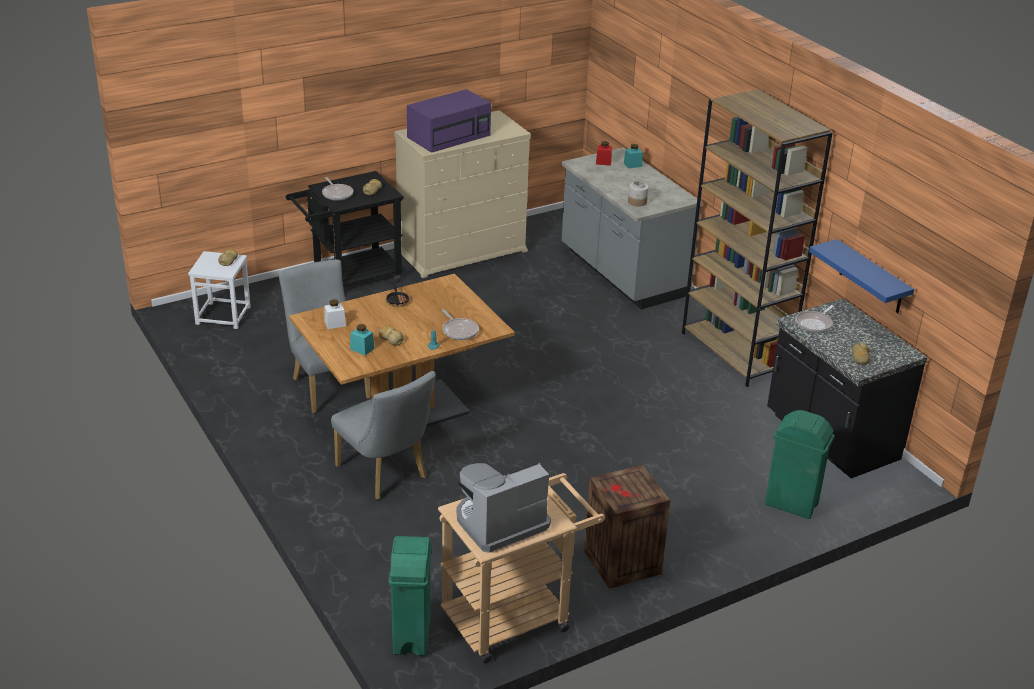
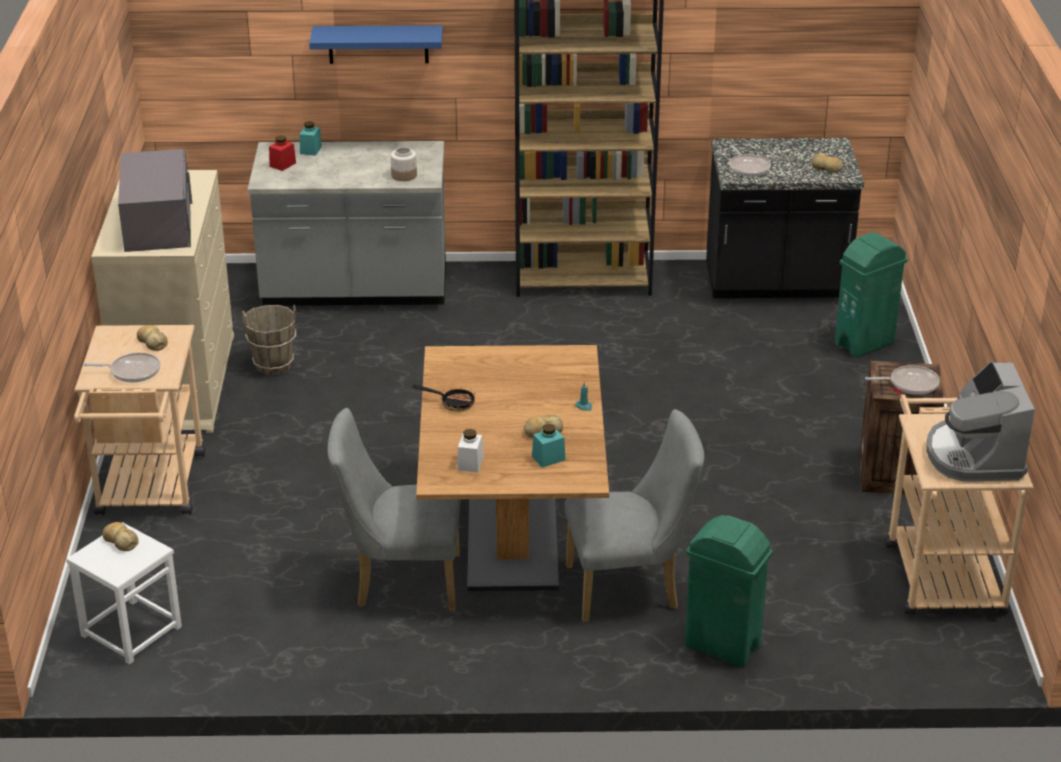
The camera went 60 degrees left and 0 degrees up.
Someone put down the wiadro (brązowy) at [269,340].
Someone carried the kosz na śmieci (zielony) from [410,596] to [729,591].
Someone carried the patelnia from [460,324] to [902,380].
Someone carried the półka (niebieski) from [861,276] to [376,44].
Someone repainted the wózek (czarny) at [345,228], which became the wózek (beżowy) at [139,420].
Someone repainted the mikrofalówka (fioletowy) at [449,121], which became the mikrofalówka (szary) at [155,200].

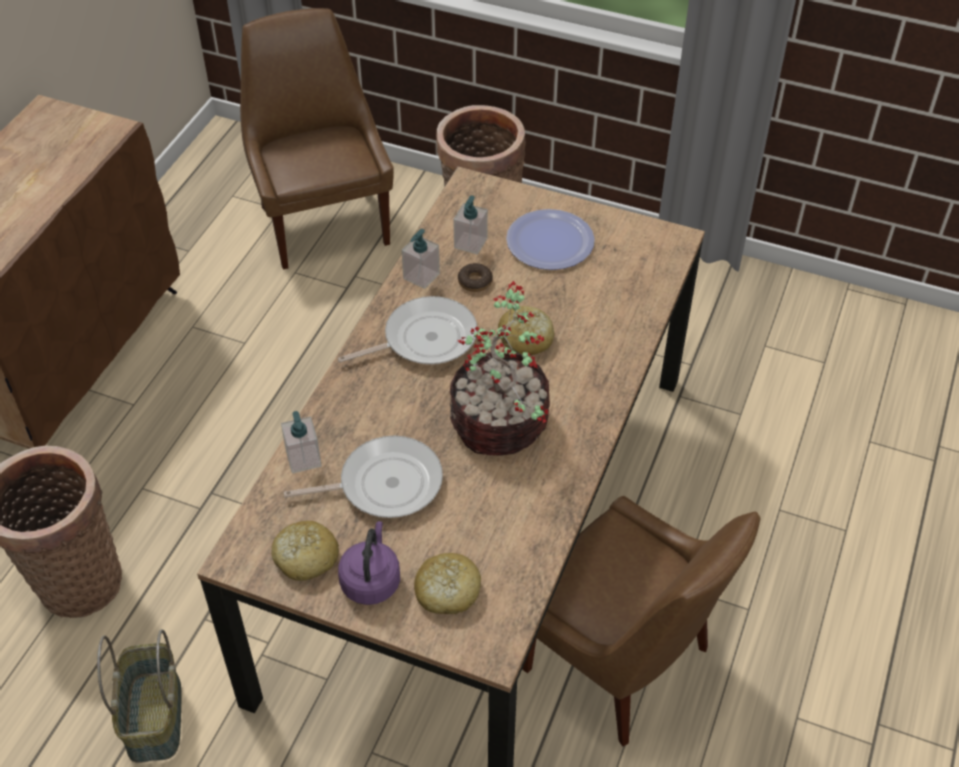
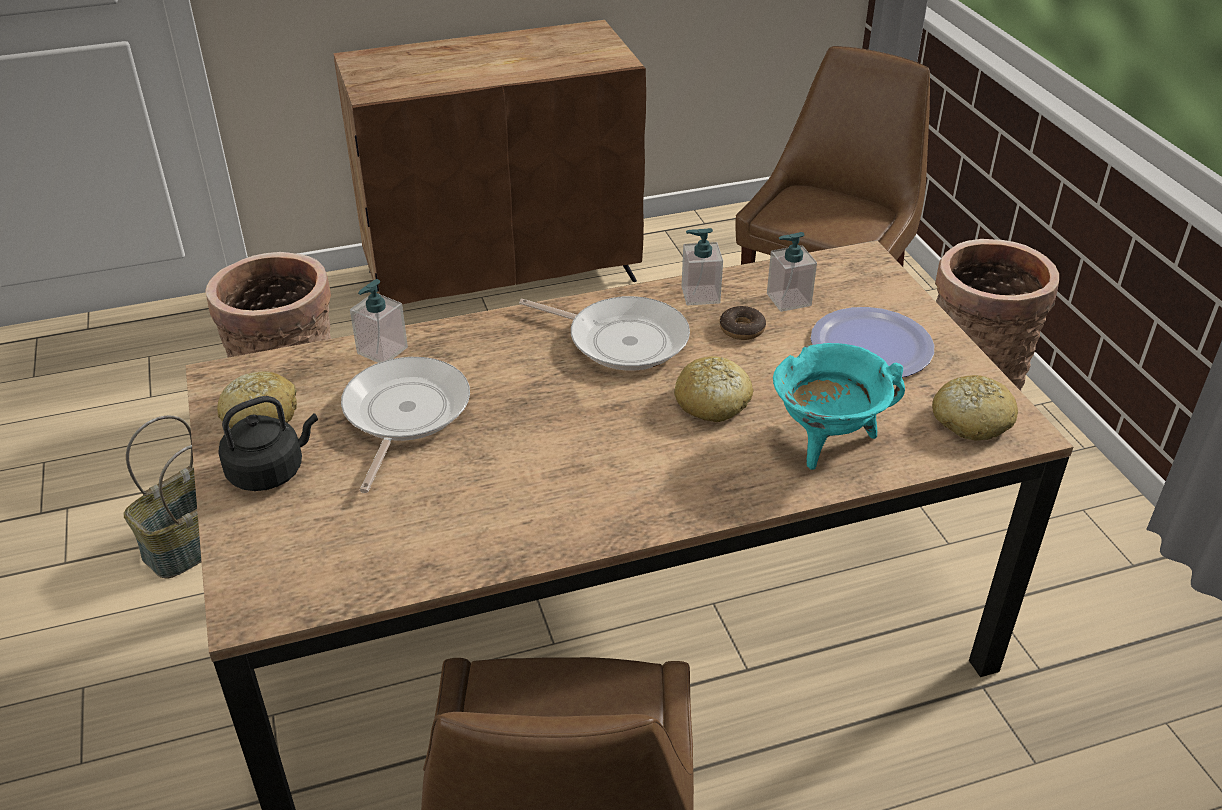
The camera went 50 degrees right and 10 degrees down.
Someone took away the roślina doniczkowa at [500,368].
Someone put down the garnek (turkusowy) at [839,406].
Someone carried the chleb from [447,583] to [975,408].
Someone repainted the czajnik (fioletowy) at [369,563], which became the czajnik (czarny) at [268,443].
Someone rotated the patelnia at [363,477] by 120 degrees counterclockwise.

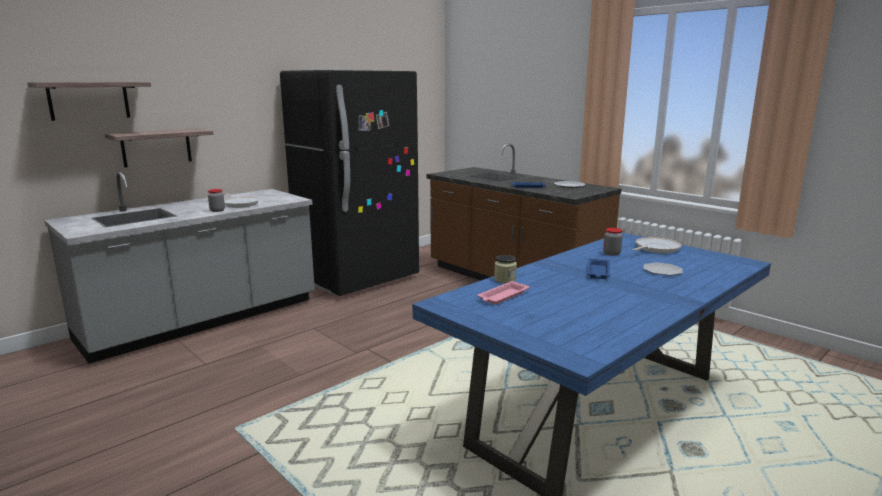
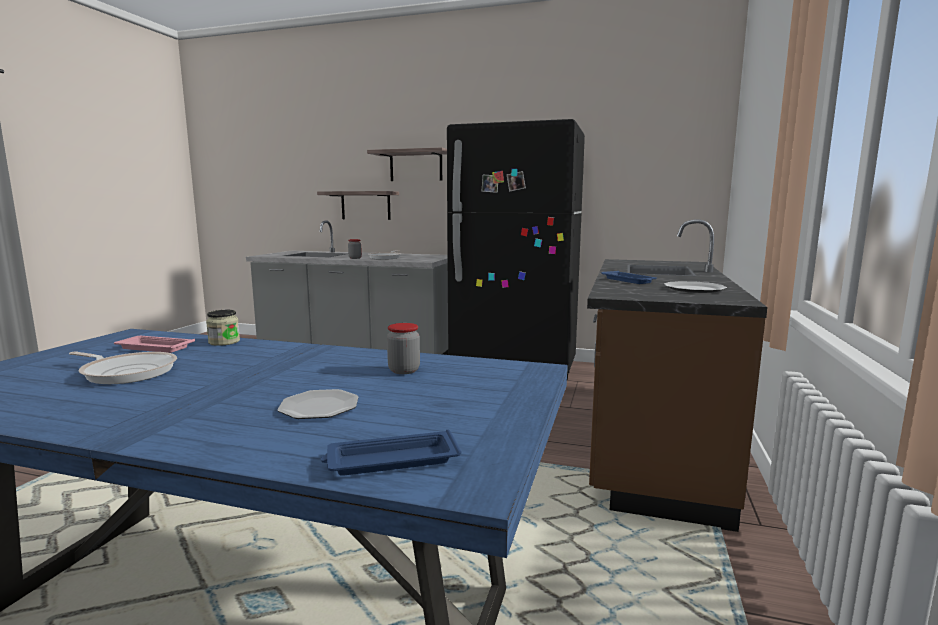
The camera went 60 degrees right and 5 degrees down.
Someone carried the półka from [89,101] to [407,164].
Someone carried the taca (niebieski) from [598,269] to [391,453].
Someone carried the patelnia from [656,245] to [123,367].

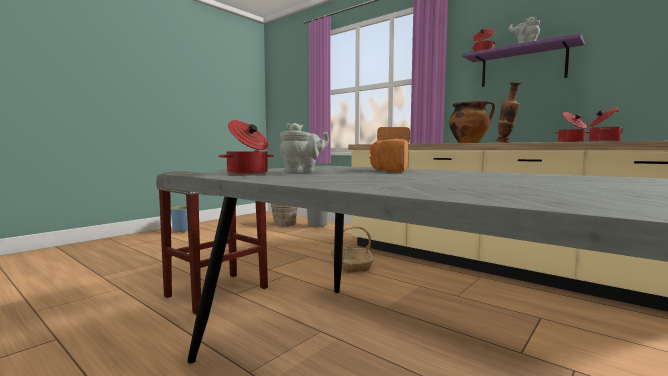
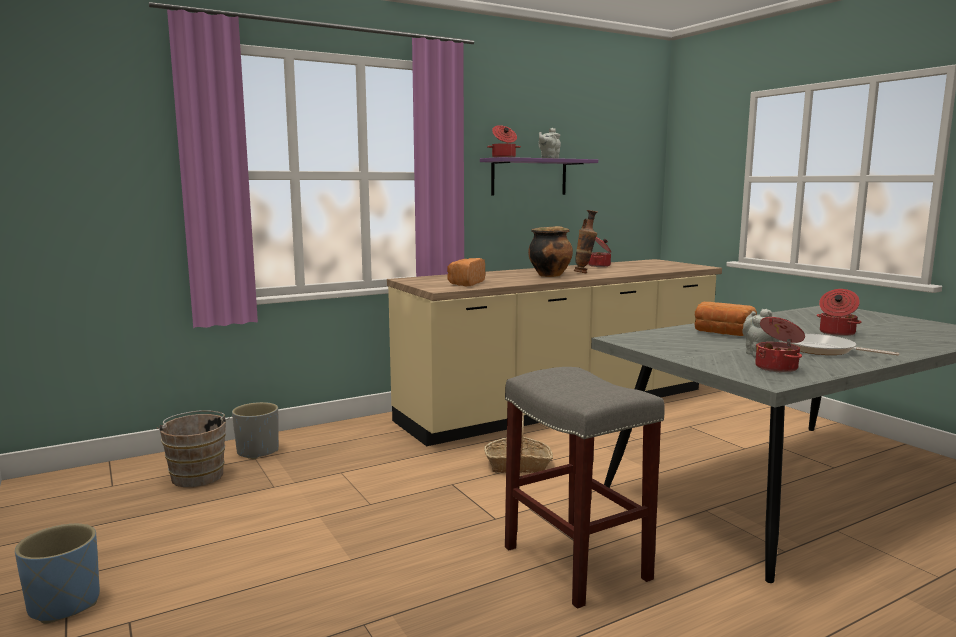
The camera went 70 degrees left and 5 degrees up.
Someone put down the patelnia at [843,344].
Someone carried the garnek from [606,124] to [839,312].

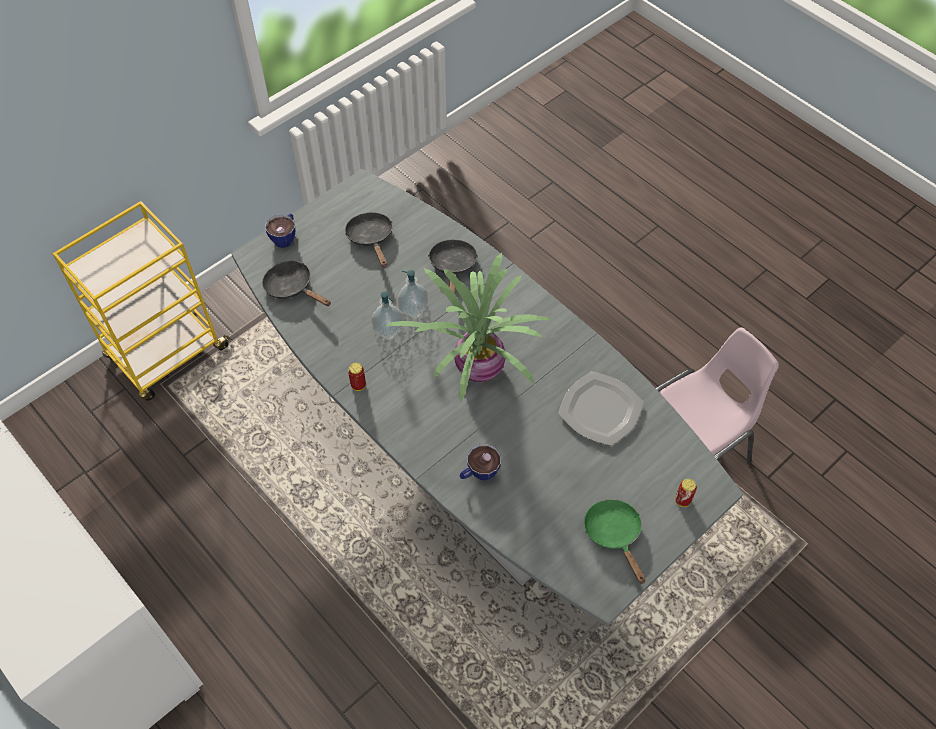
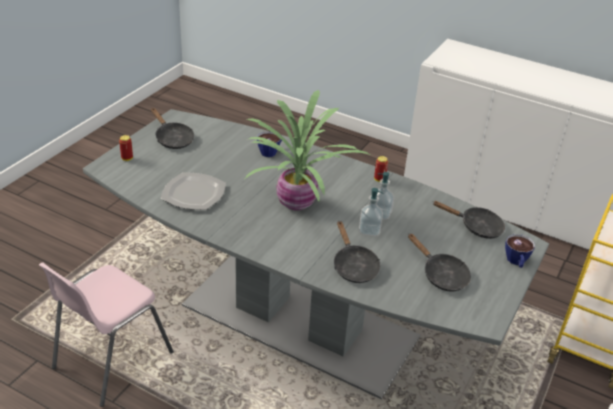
The camera went 160 degrees right and 20 degrees down.
Someone repainted the patelnia (zielony) at [615,541], which became the patelnia (czarny) at [172,128].

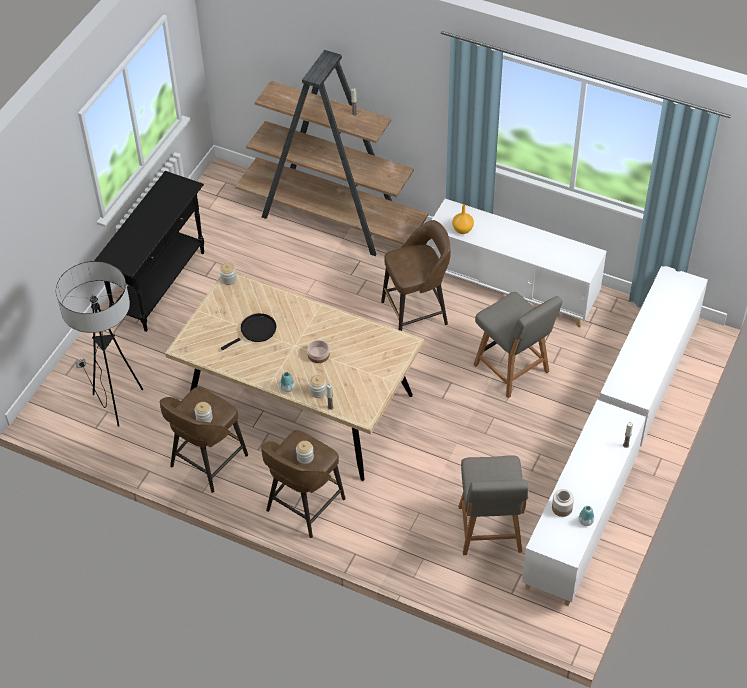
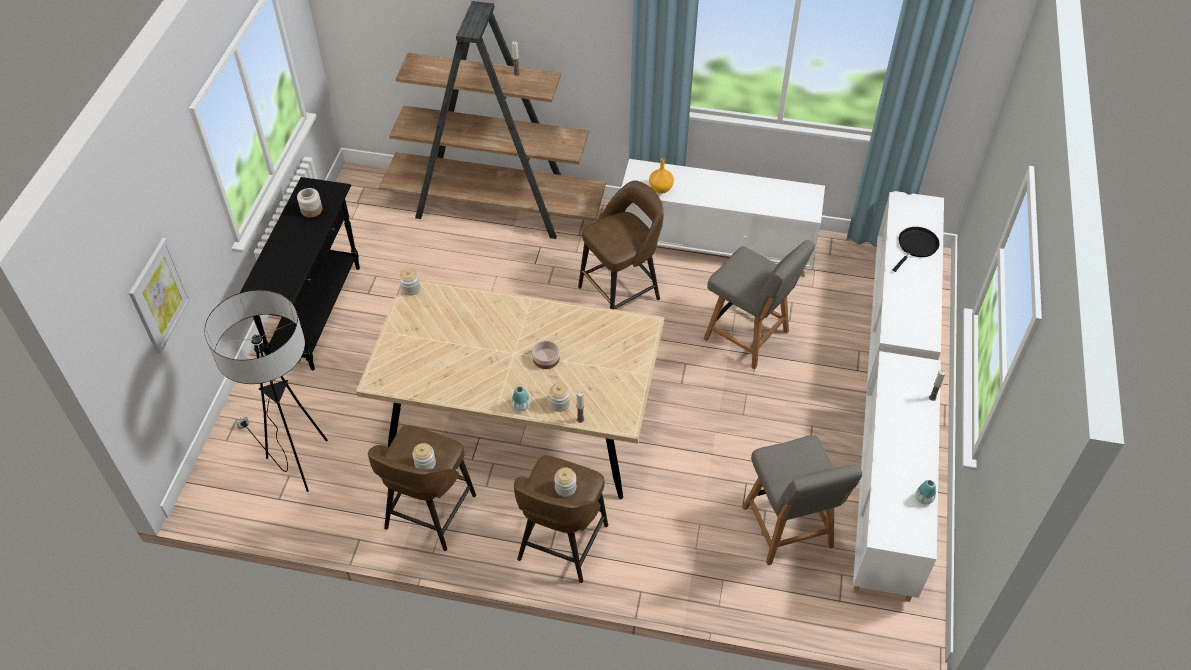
The camera went 15 degrees left and 0 degrees up.
Someone put up the obraz at [160,296].
Someone carried the patelnia (czarny) from [248,331] to [916,249].
Someone carried the słoik from [563,503] to [309,202].

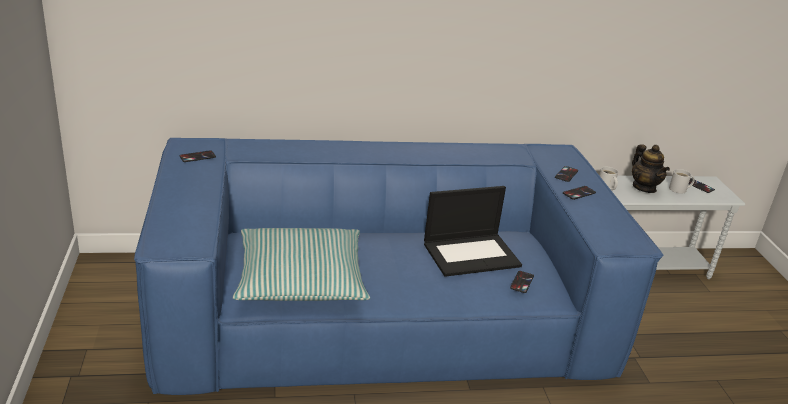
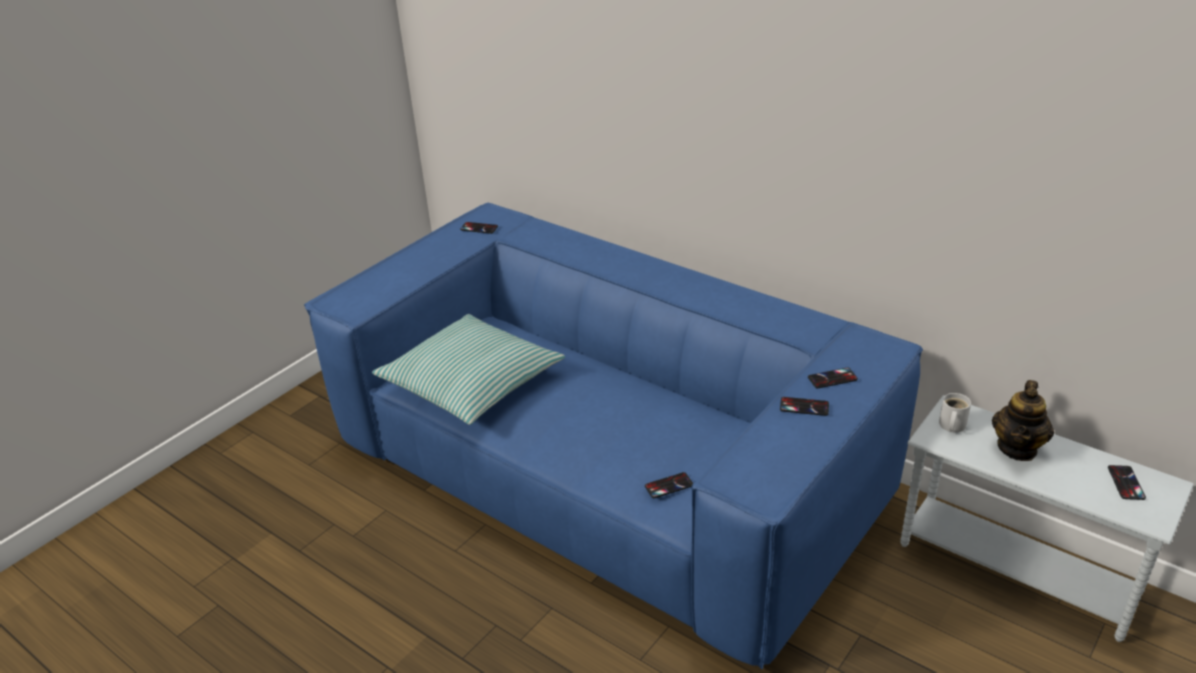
The camera went 50 degrees right and 5 degrees up.
Someone took away the laptop at [473,231].
Someone took away the kubek (biały) at [682,181].

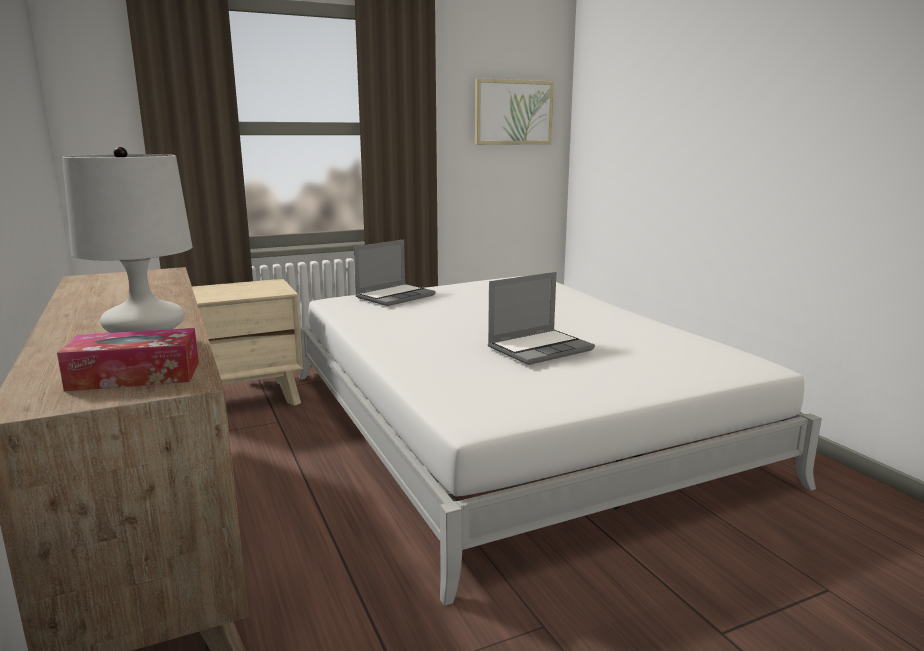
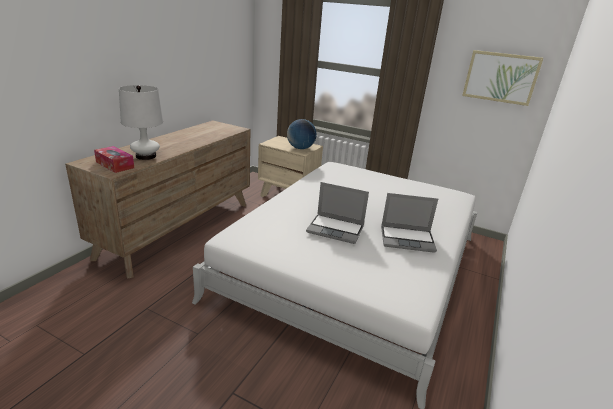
The camera went 50 degrees right and 10 degrees up.
Someone put down the globus at [301,134].
Someone carried the laptop from [395,272] to [409,223].

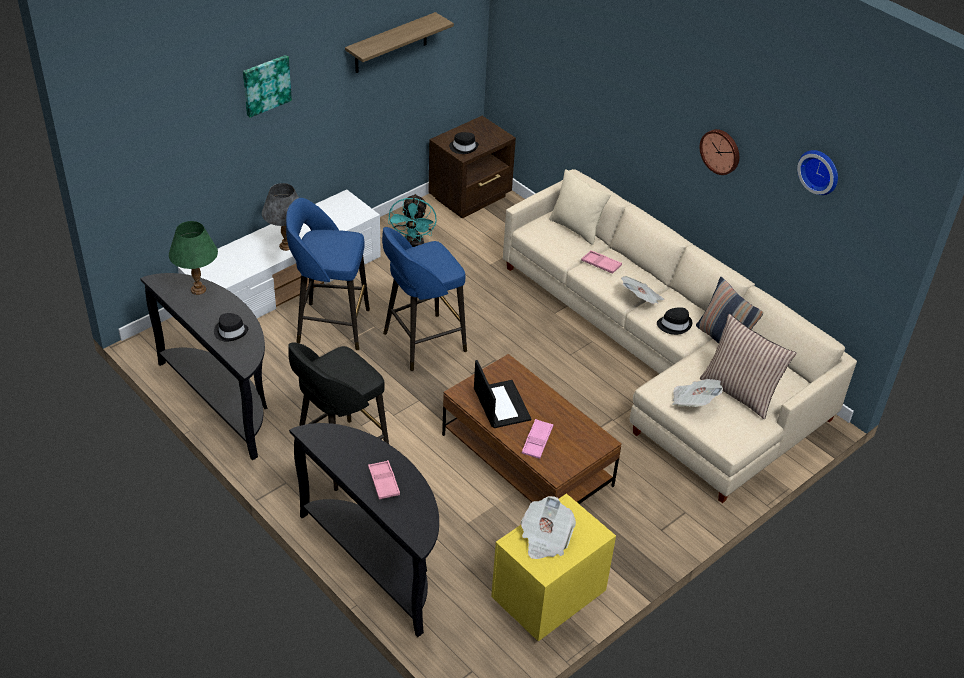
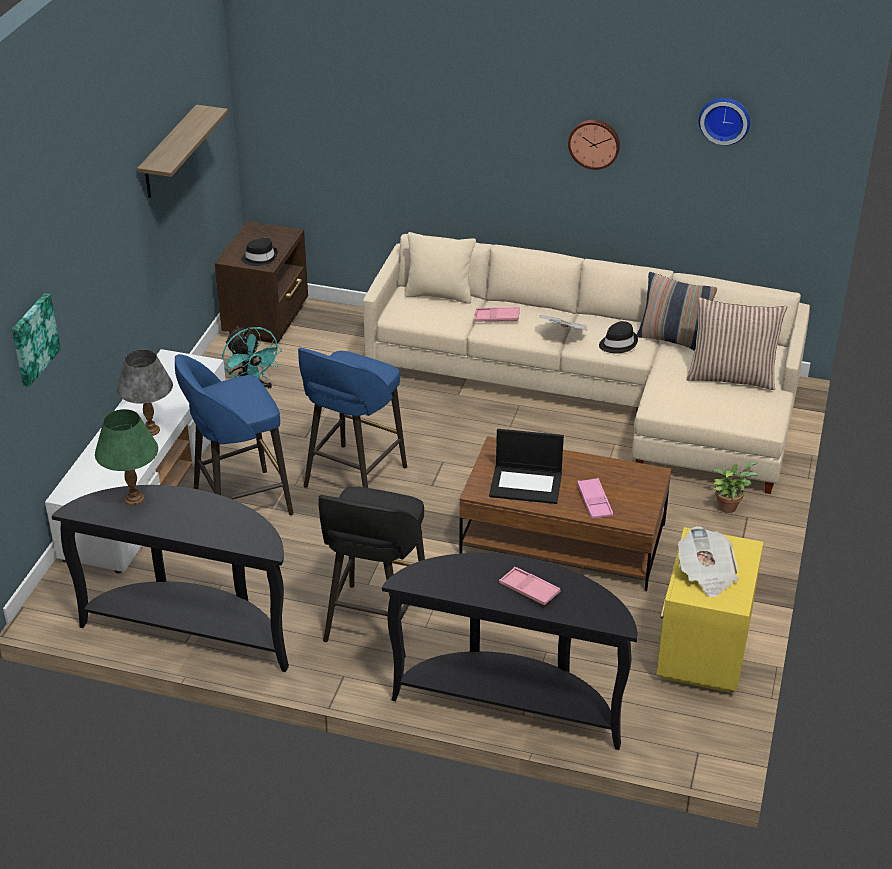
The camera went 30 degrees left and 5 degrees down.
Someone took away the kapelusz (czarny) at [231,327].
Someone took away the gazeta at [697,393].
Someone put down the roślina doniczkowa at [735,487].
Someone carried the obraz from [267,86] to [36,340].
Someone rotated the laptop at [502,394] by 150 degrees clockwise.

